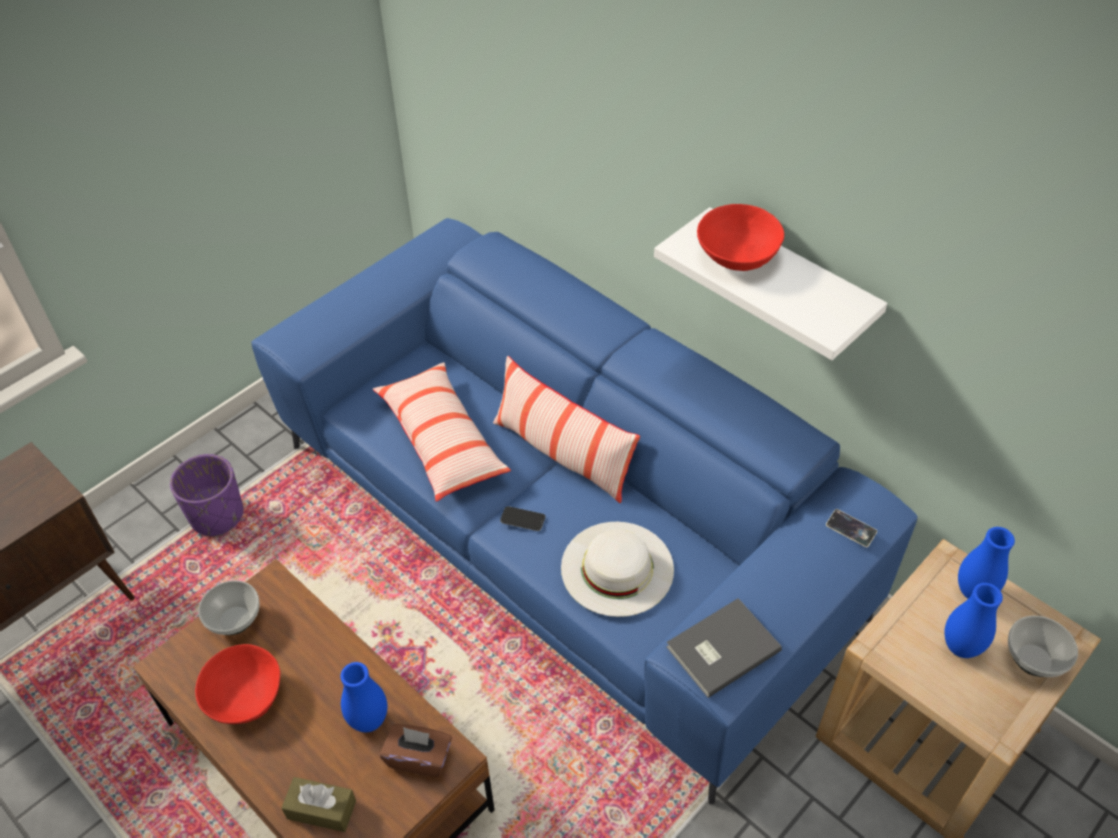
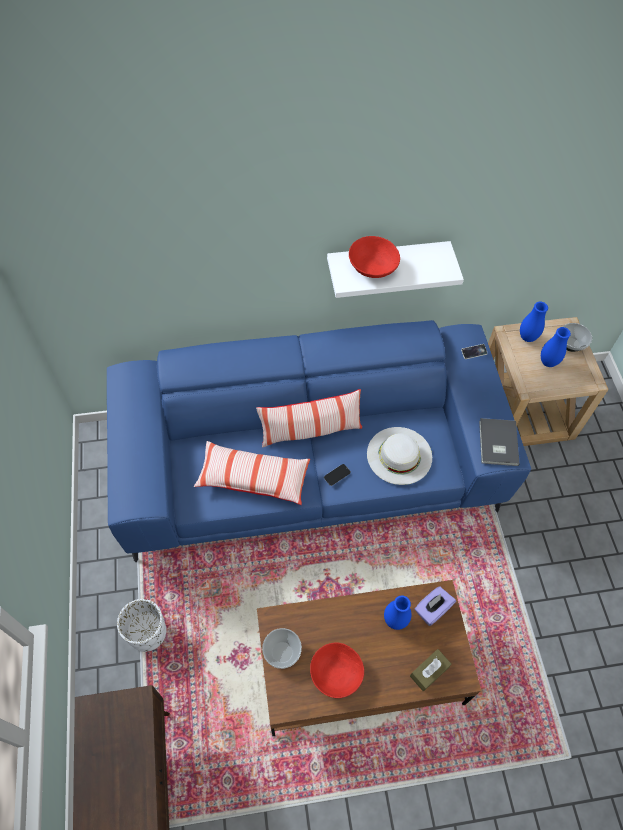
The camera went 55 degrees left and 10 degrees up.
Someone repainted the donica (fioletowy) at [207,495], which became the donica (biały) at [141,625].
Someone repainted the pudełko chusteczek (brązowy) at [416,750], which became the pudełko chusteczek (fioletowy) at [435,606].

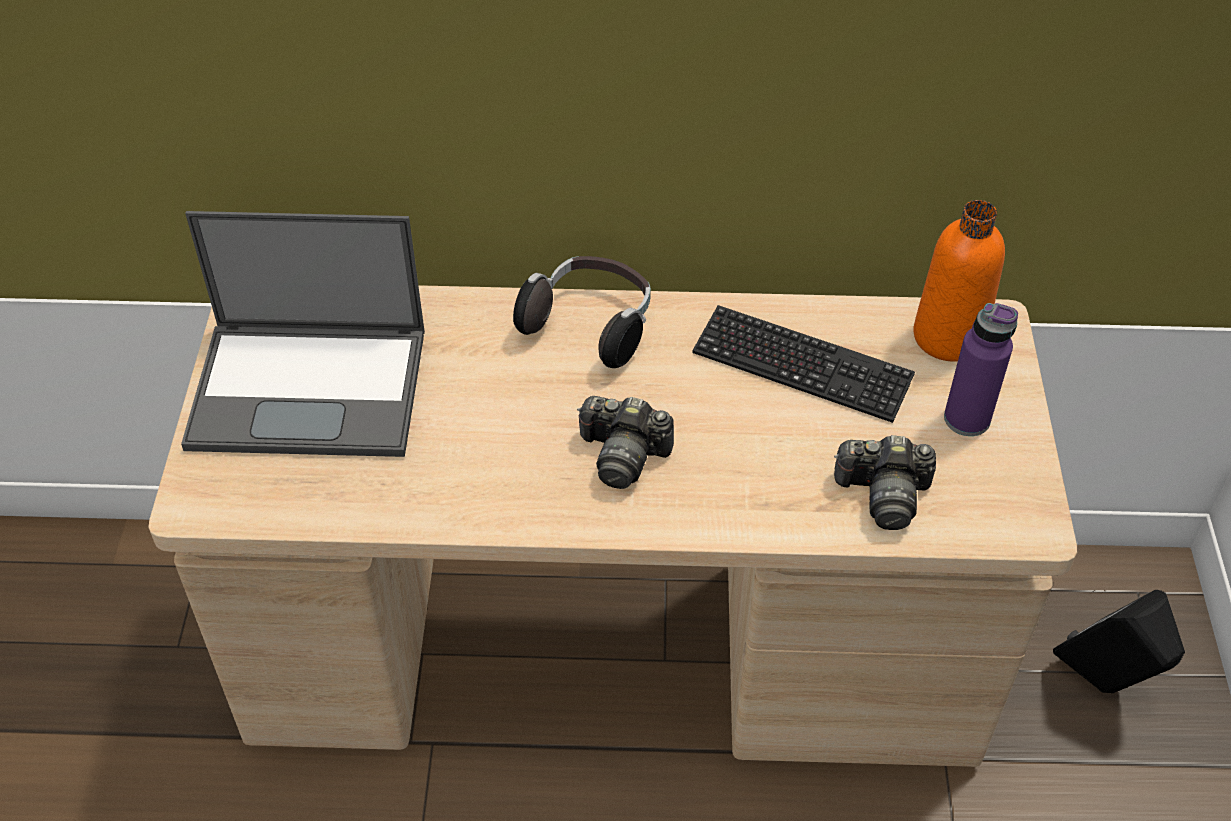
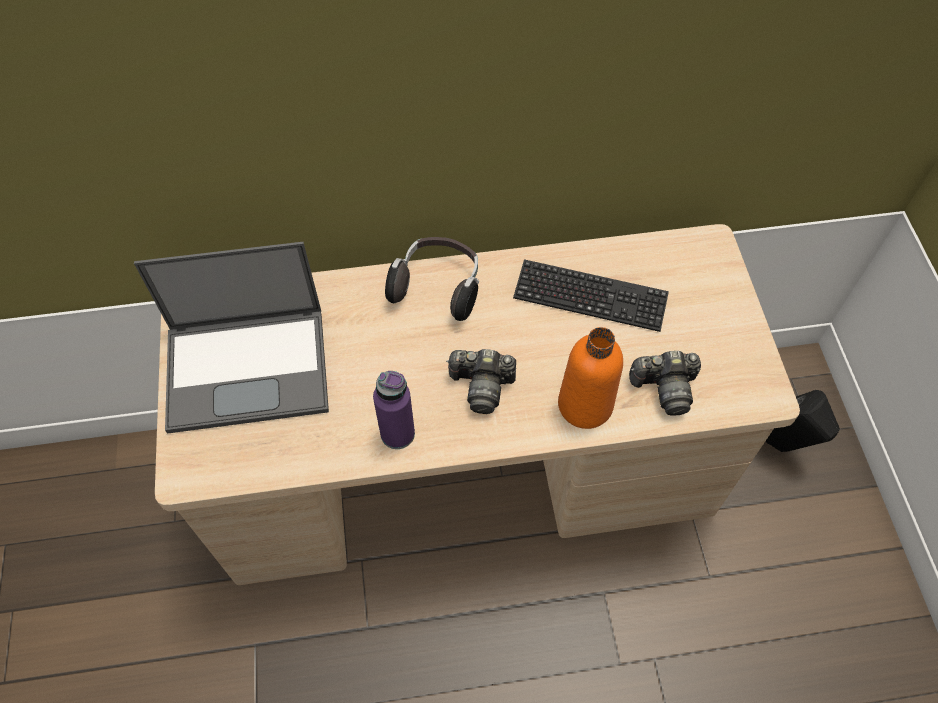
The camera went 10 degrees left and 10 degrees up.
Someone carried the butelka (pomarańczowy) from [959,281] to [590,378].
Someone carried the butelka (fioletowy) from [981,369] to [394,410].

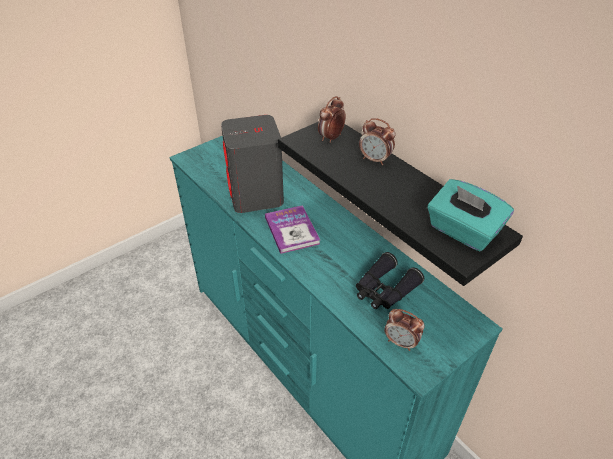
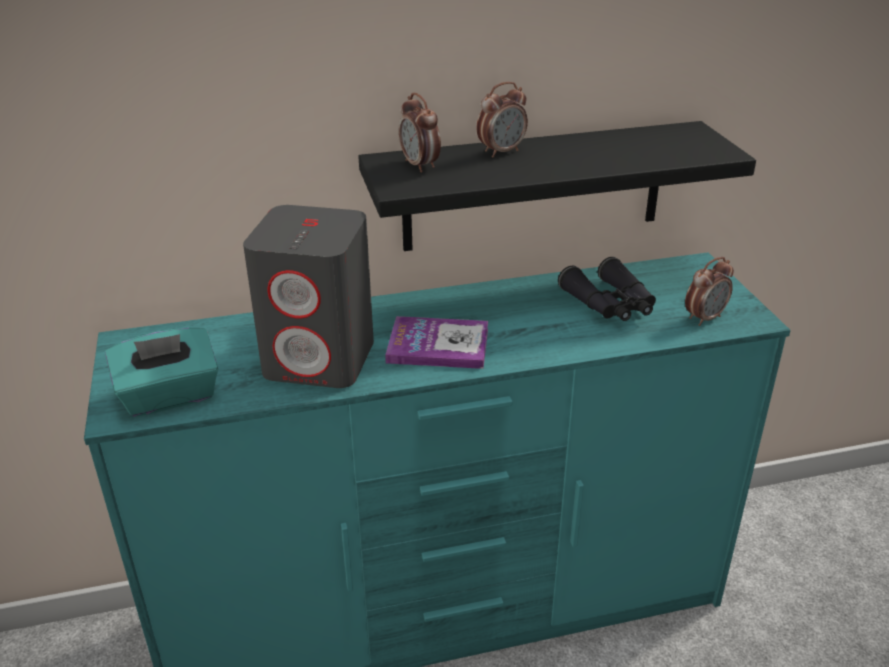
The camera went 65 degrees left and 10 degrees down.
Someone carried the pudełko chusteczek (turkusowy) from [470,215] to [161,372].

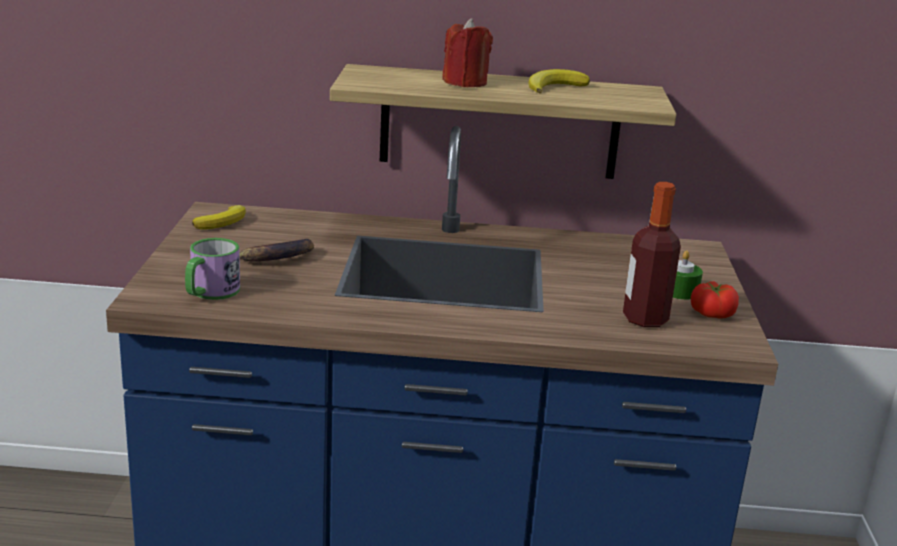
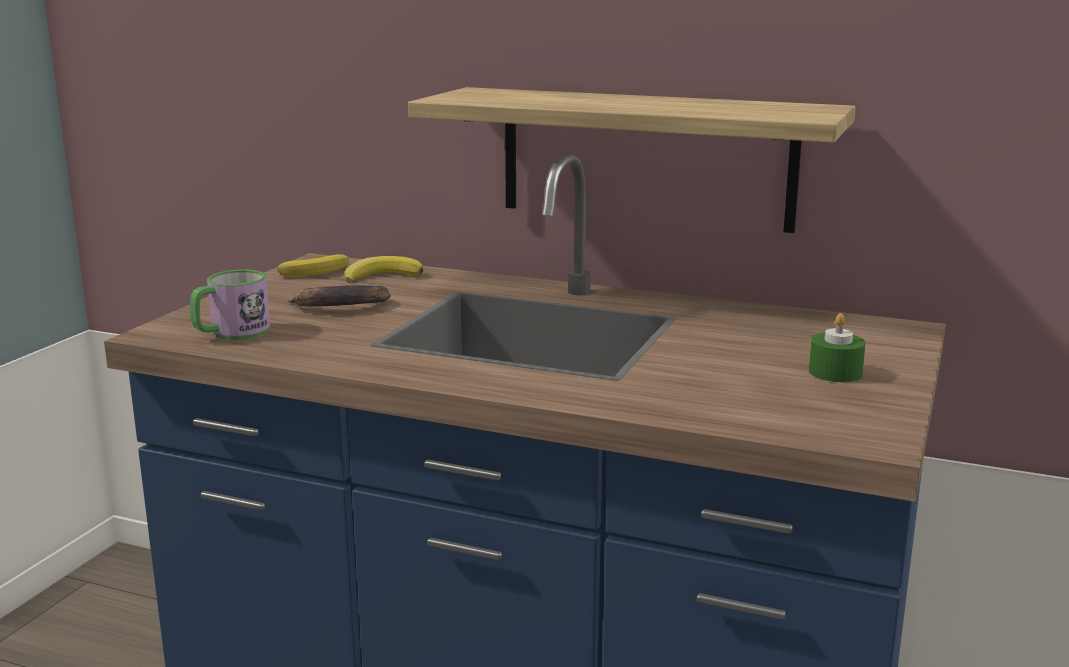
The camera went 20 degrees right and 5 degrees down.
Someone took away the świeca (czerwony) at [467,52].
Someone took away the butelka at [652,254].
Someone took away the pomidor at [715,299].
Someone carried the banan from [559,81] to [384,269].

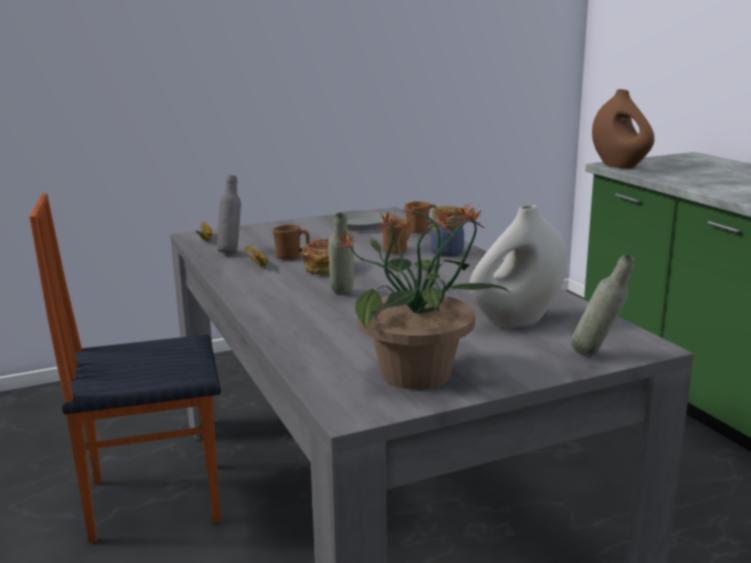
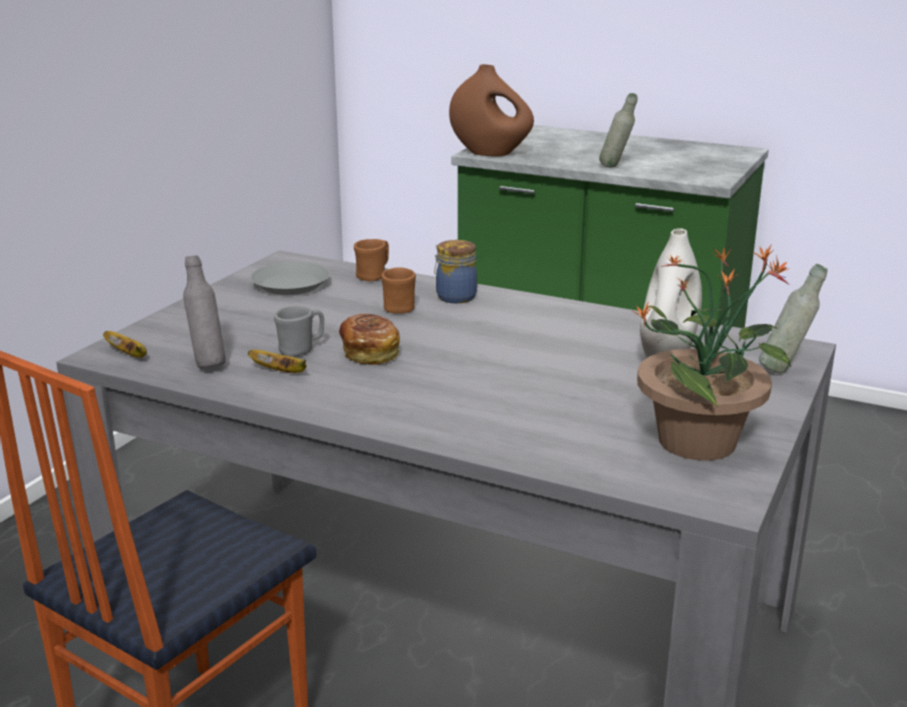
The camera went 40 degrees left and 5 degrees up.
Someone carried the butelka (szary) from [341,253] to [618,130].
Someone repainted the kubek (brązowy) at [291,242], which became the kubek (szary) at [299,331].

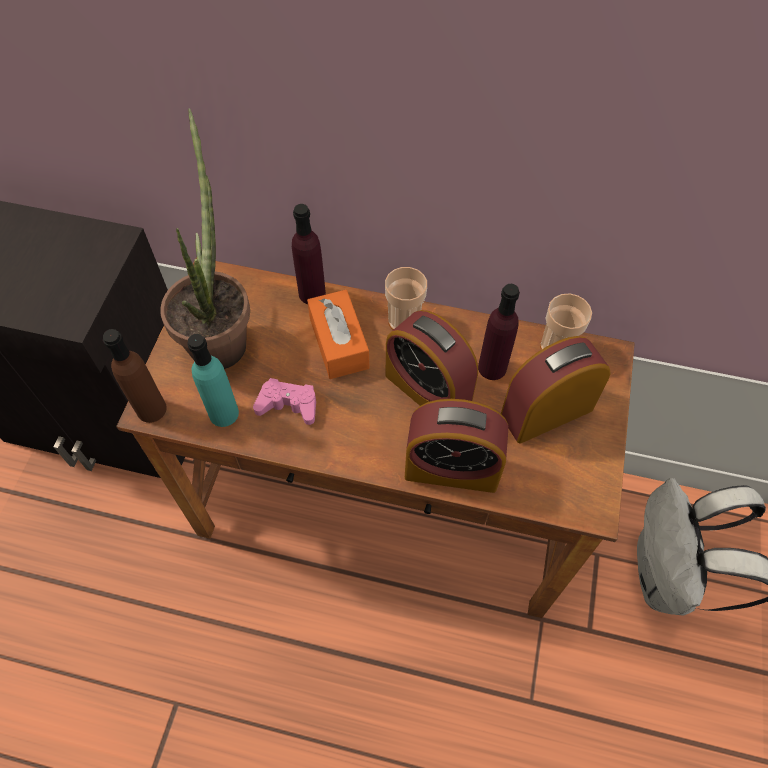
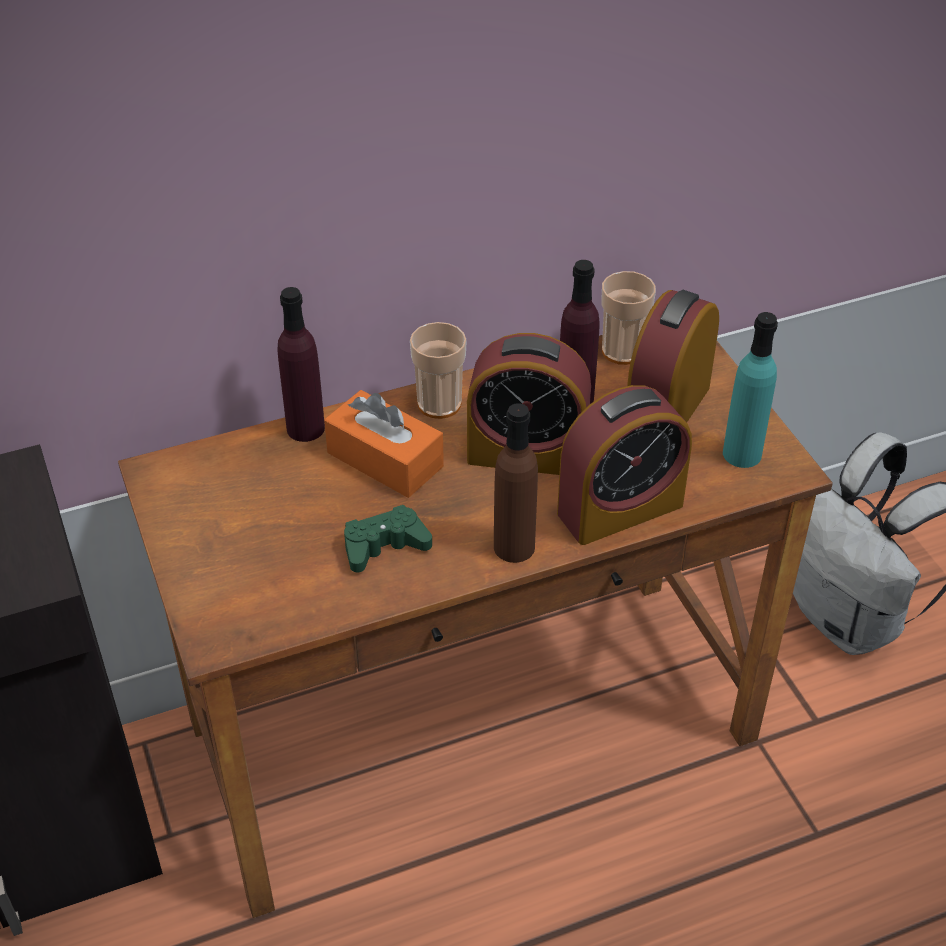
The camera went 35 degrees left and 15 degrees down.
Someone took away the roślina doniczkowa at [205,238].
Someone carried the butelka (brązowy) from [135,376] to [516,483].
Someone carried the butelka (turkusowy) from [213,380] to [750,390].
Someone repainted the pad do gier (różowy) at [284,401], which became the pad do gier (zielony) at [388,538].

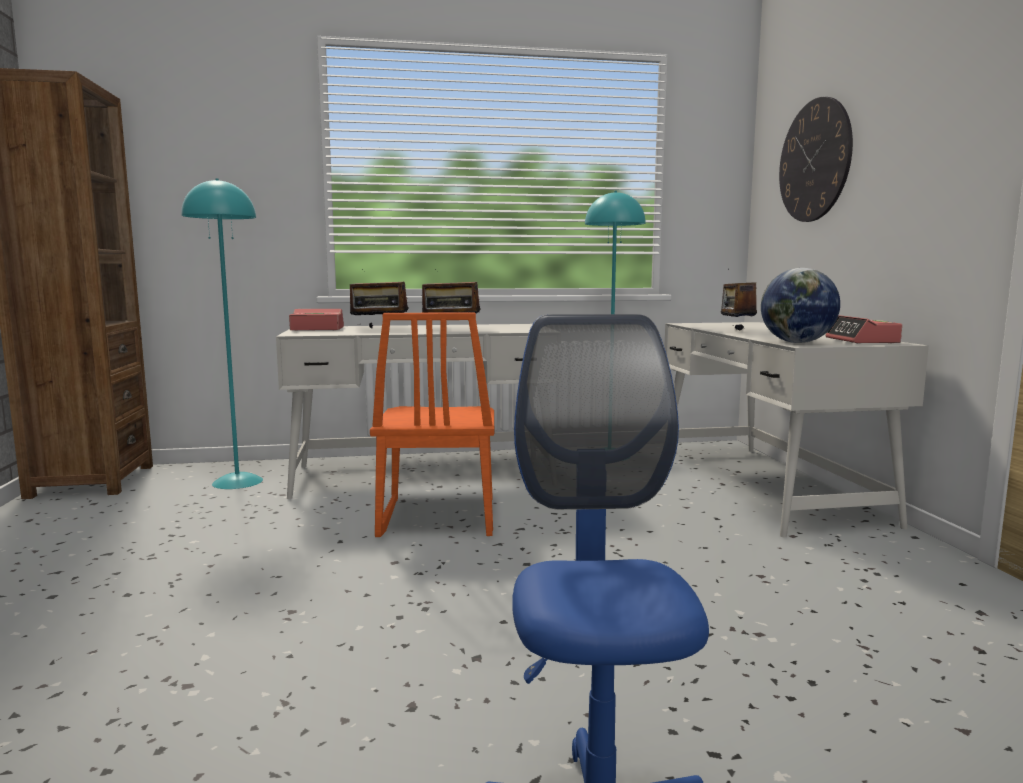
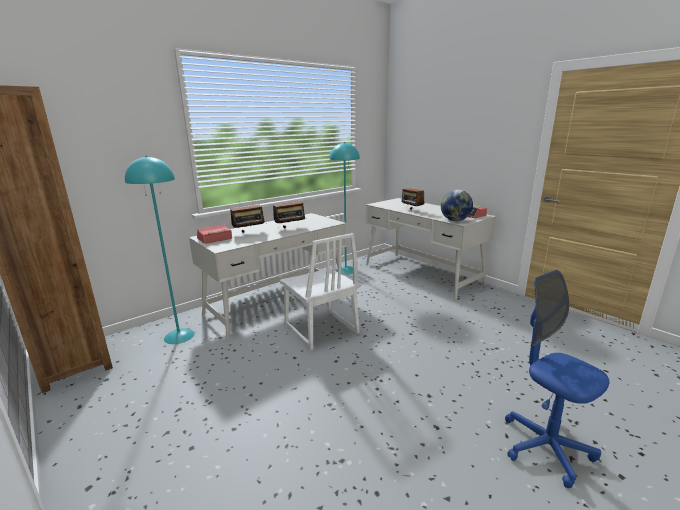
The camera went 30 degrees left and 10 degrees up.
Someone took away the zegar ścienny at [816,159].
Someone repainted the krzesło (pomarańczowy) at [432,424], which became the krzesło (biały) at [320,291].

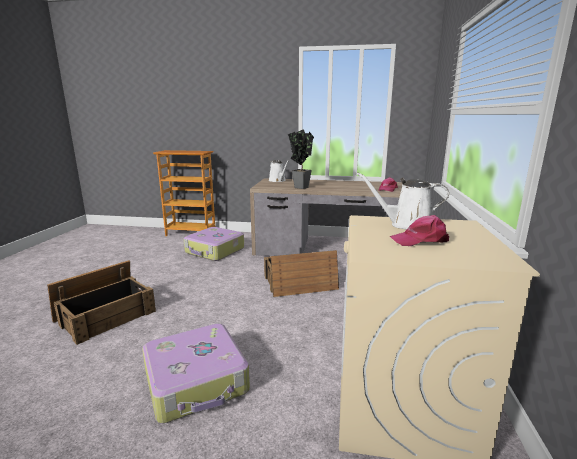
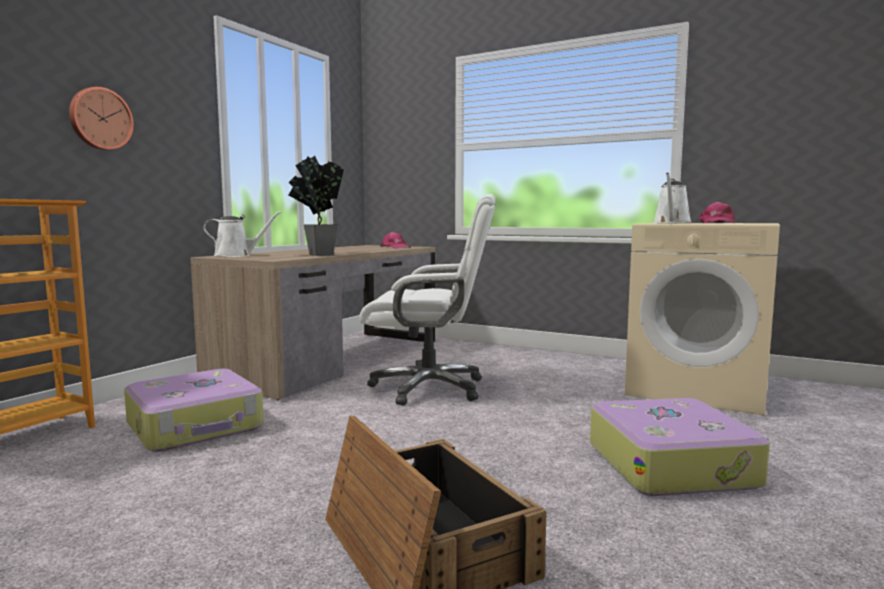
The camera went 70 degrees left and 10 degrees down.
Someone put up the zegar ścienny at [101,118].
Someone swapped the skrzynka at [301,273] for the krzesło biurowe (biały) at [427,300].

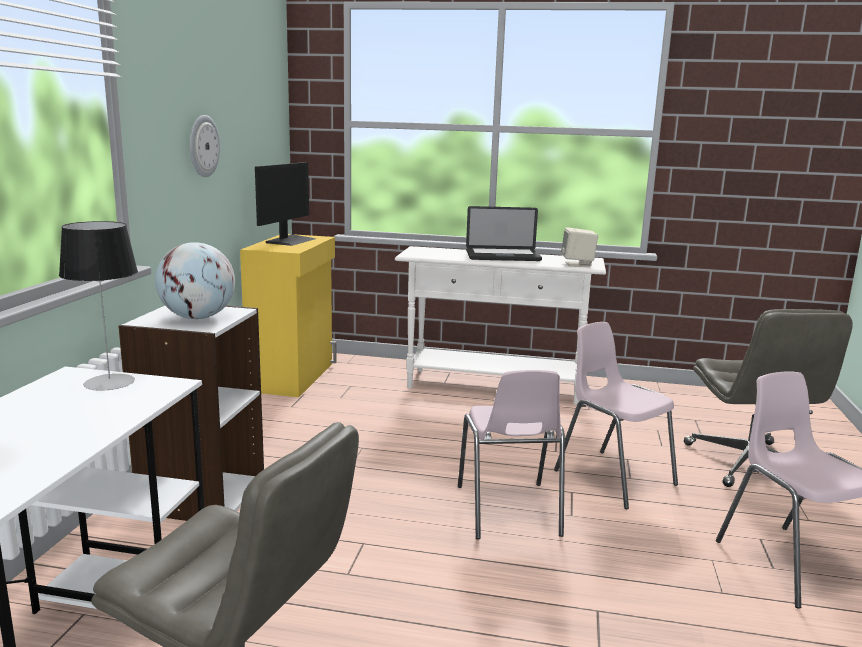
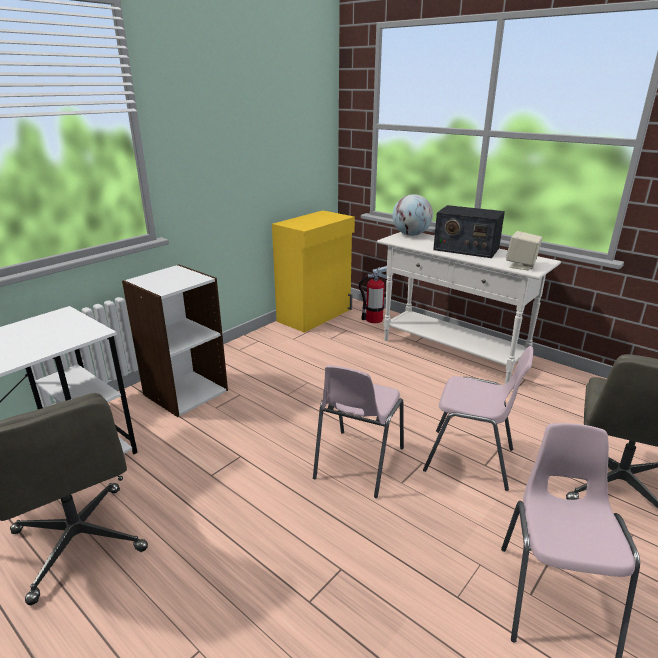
The camera went 30 degrees right and 10 degrees up.
Someone took away the lampa stołowa at [98,306].
Someone took away the zegar ścienny at [205,146].
Someone took away the monitor at [285,204].
Someone put down the gaśnica at [373,294].
Someone carried the globus from [195,280] to [412,215].
Someone swapped the laptop at [504,233] for the radio at [469,231].
Someone rotated the krzesło (różowy) at [616,415] by 120 degrees clockwise.

